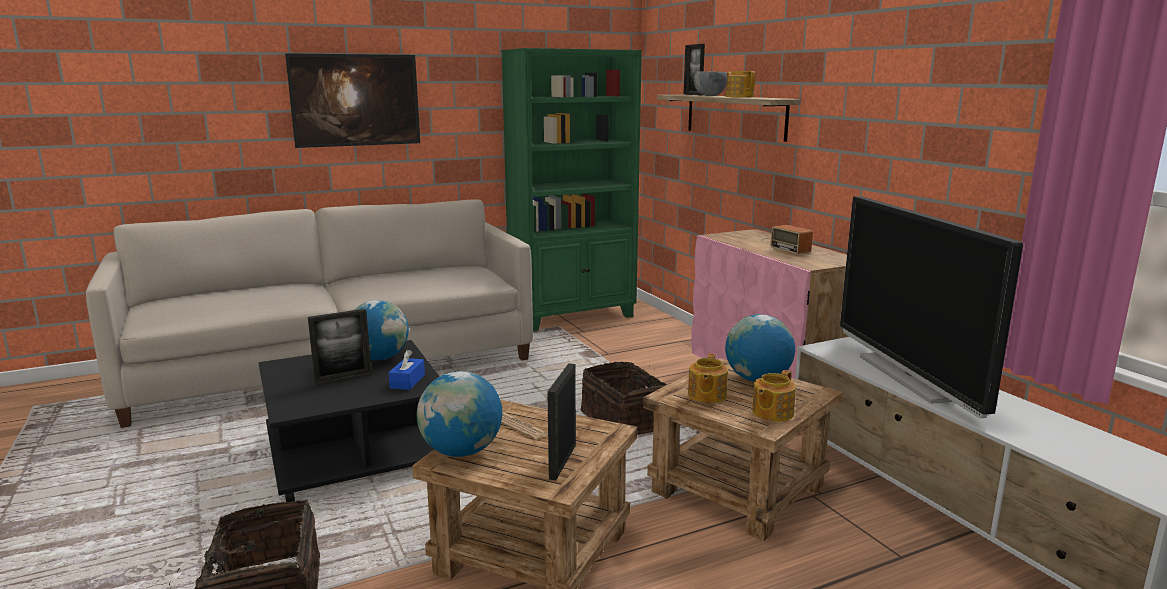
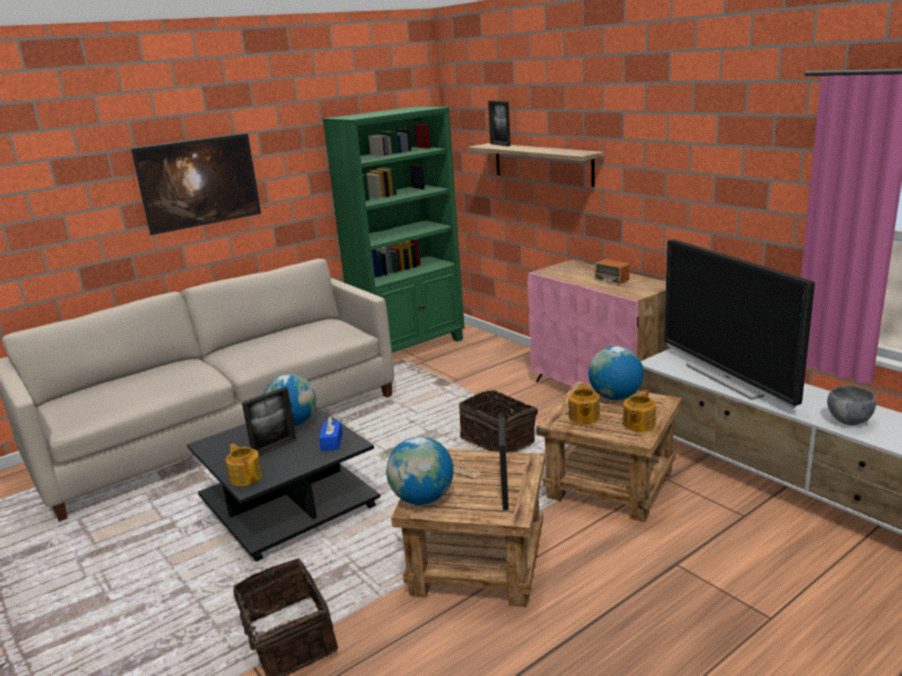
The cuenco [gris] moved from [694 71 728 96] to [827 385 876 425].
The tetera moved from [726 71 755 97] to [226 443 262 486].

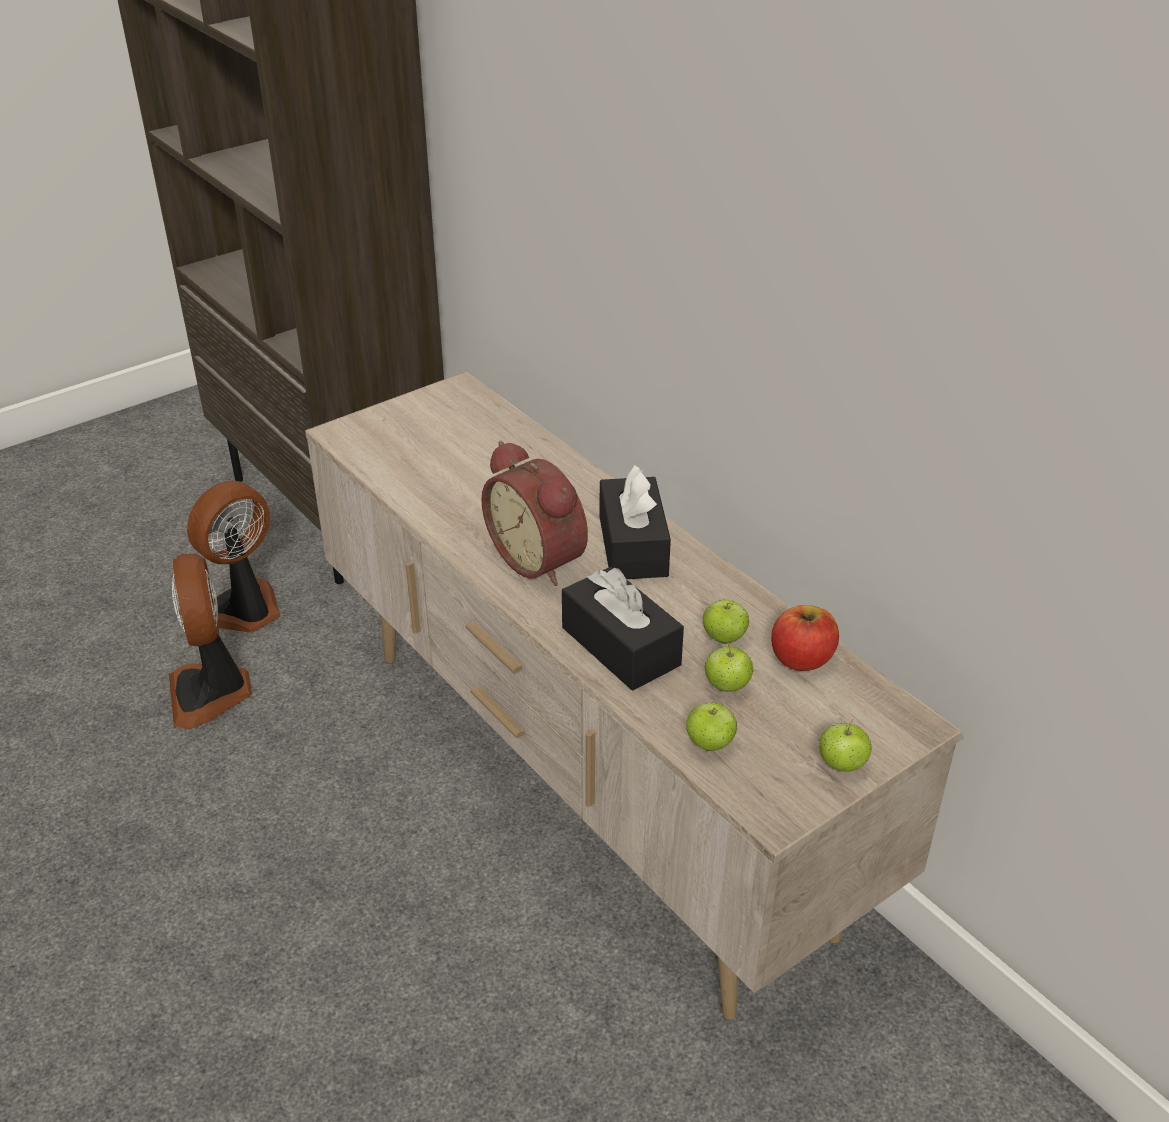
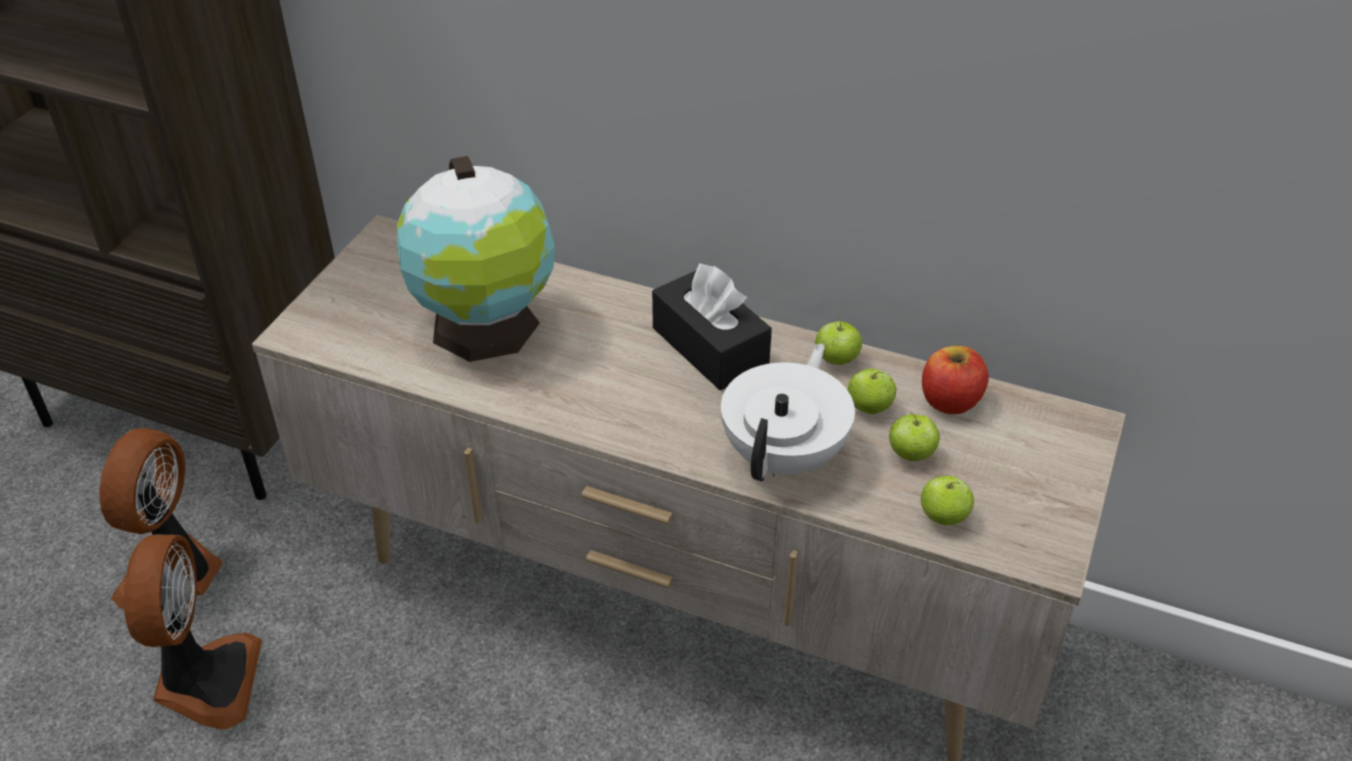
The despertador at [481 441 588 586] disappeared.
The ventilador at [169 554 252 729] turned 135 degrees counterclockwise.
The caja de pañuelos [negro] at [562 567 684 691] was replaced by the tetera [blanco] at [721 343 855 481].
The manzana moved from [819 719 872 772] to [815 316 862 365].
The globo terráqueo at [397 156 555 362] appeared.

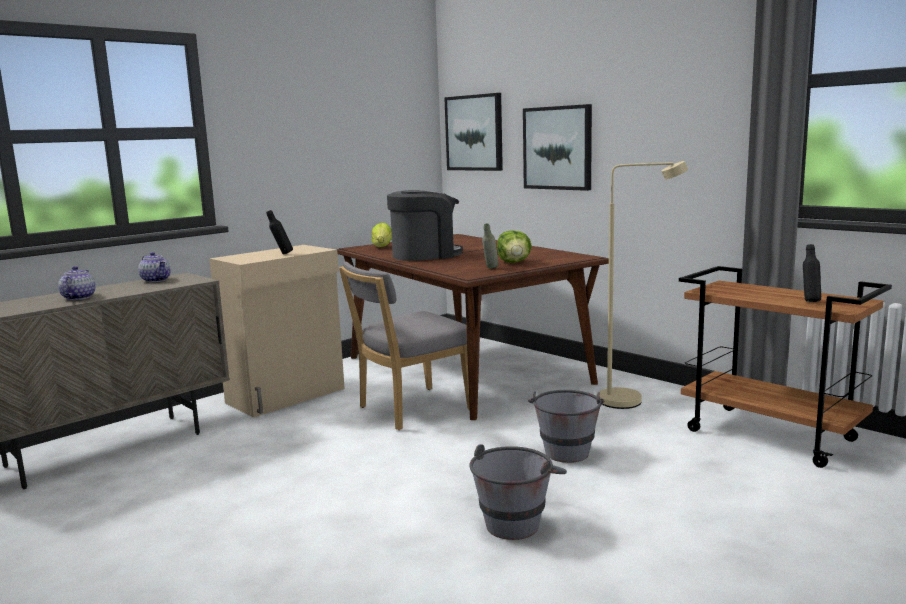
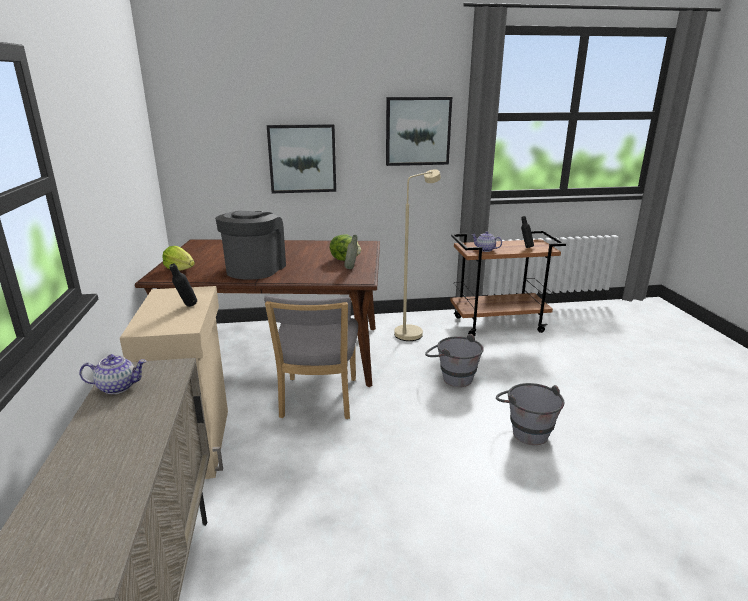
The cuadro moved from [444 93 503 171] to [386 97 452 166].
The tetera moved from [58 266 95 300] to [471 231 502 252].

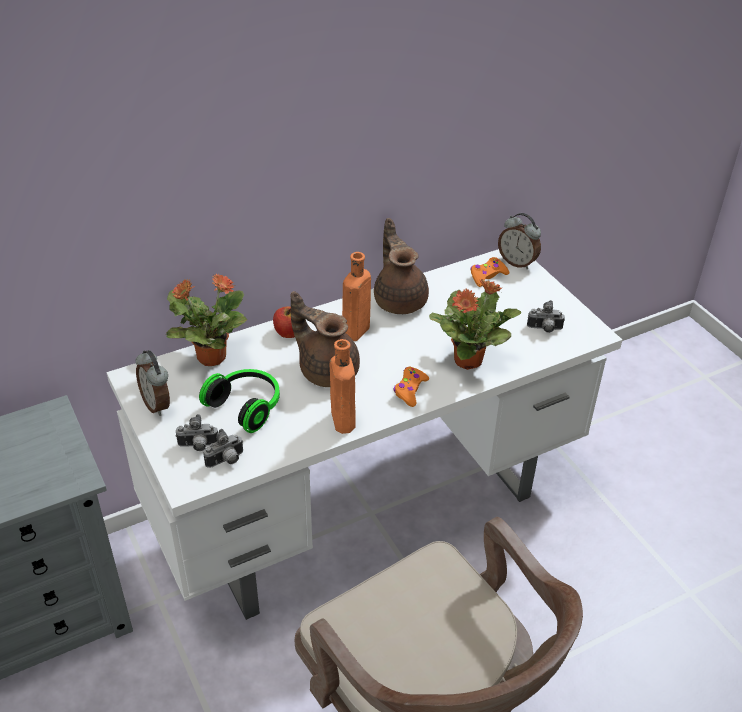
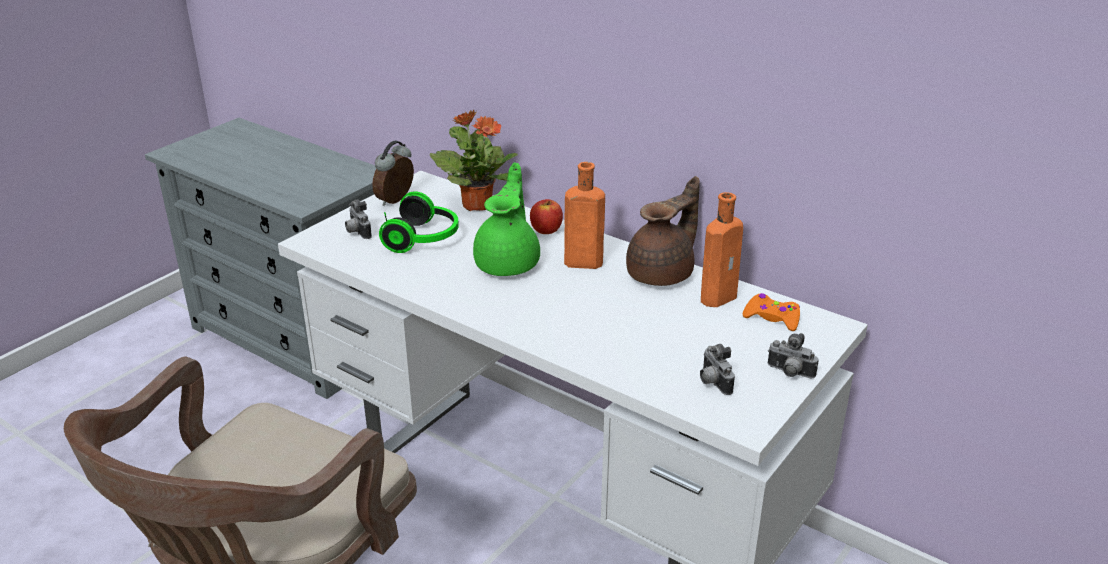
The despertador at [498 213 541 269] disappeared.
The planta en maceta at [429 279 521 370] disappeared.
The tetera [marrón] at [290 291 360 387] became the tetera [verde] at [473 162 540 276].
The botella [naranja] moved from [330 339 356 434] to [701 192 743 307].
The mando de consola [naranja] at [394 367 429 407] disappeared.
The cámara moved from [203 429 244 468] to [768 333 819 378].

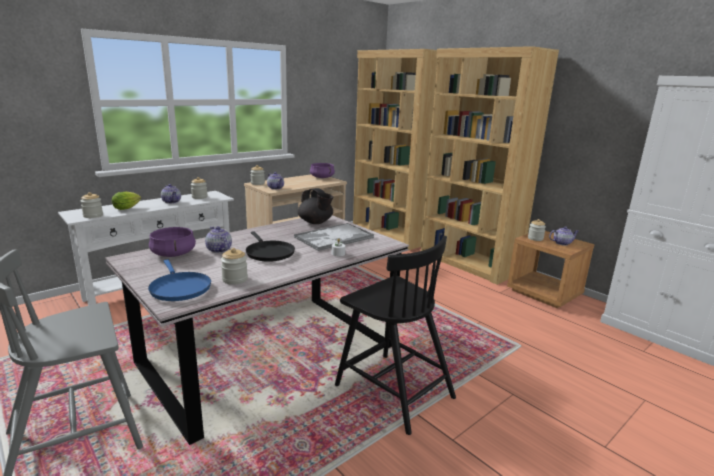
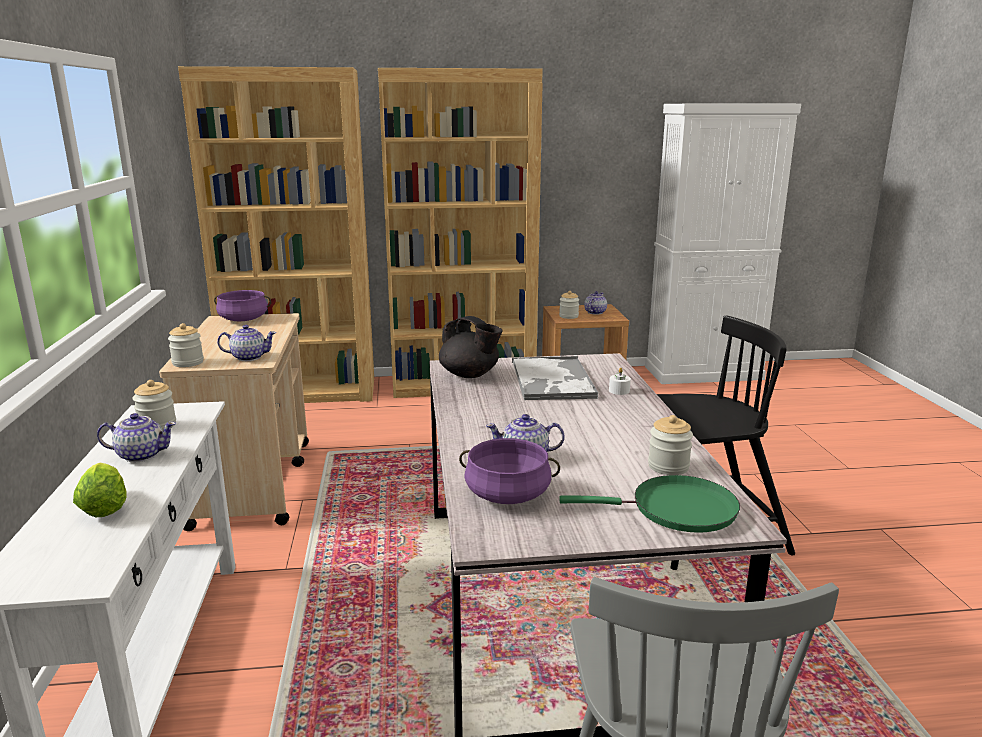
The tetera [negro] at [298 188 333 224] turned 45 degrees clockwise.
The tarro at [80 192 103 218] disappeared.
The sartén [negro] at [246 231 295 262] disappeared.
The sartén [azul] at [148 259 211 301] became the sartén [verde] at [559 475 740 533].

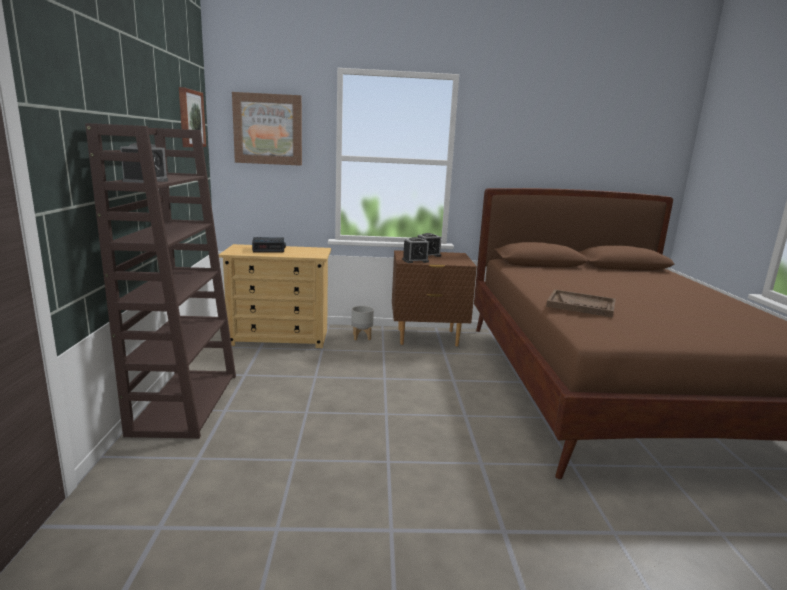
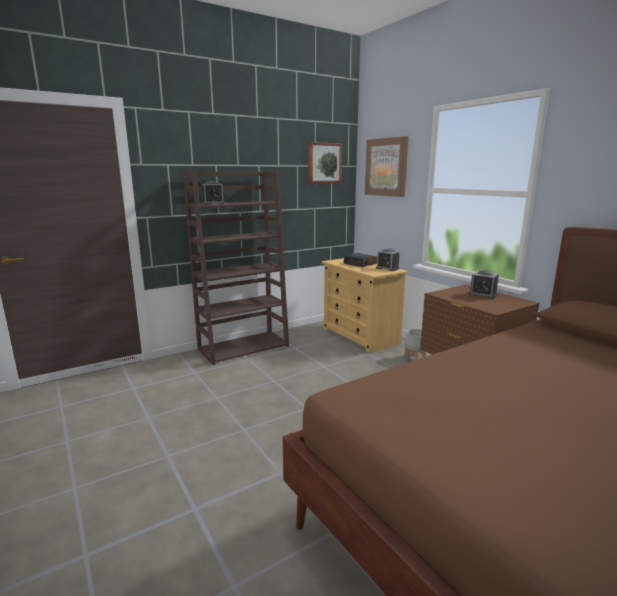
The despertador moved from [402 237 429 263] to [376 249 399 271].
The bandeja [marrón] at [546 289 616 318] disappeared.

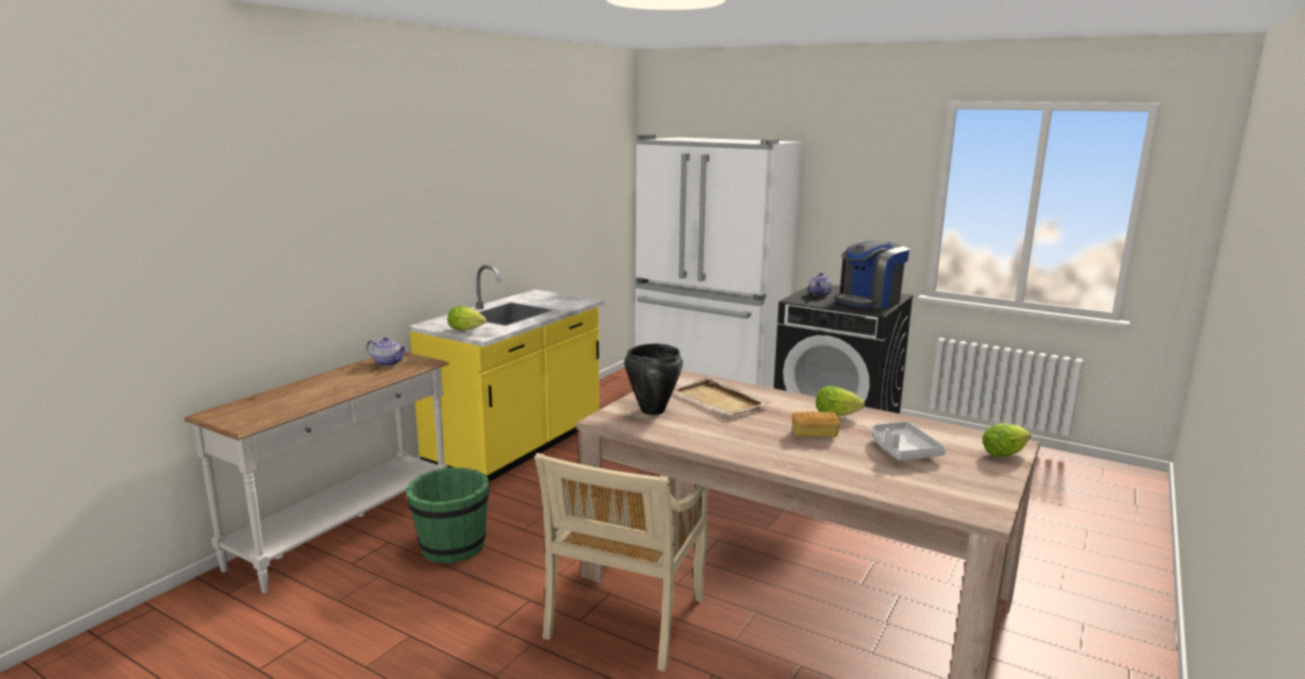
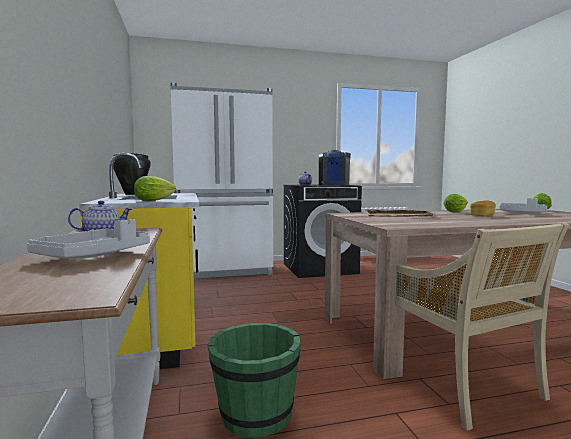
The olla [negro] moved from [624 344 683 415] to [113 153 151 195].
The bandeja [gris] at [27 219 150 259] appeared.

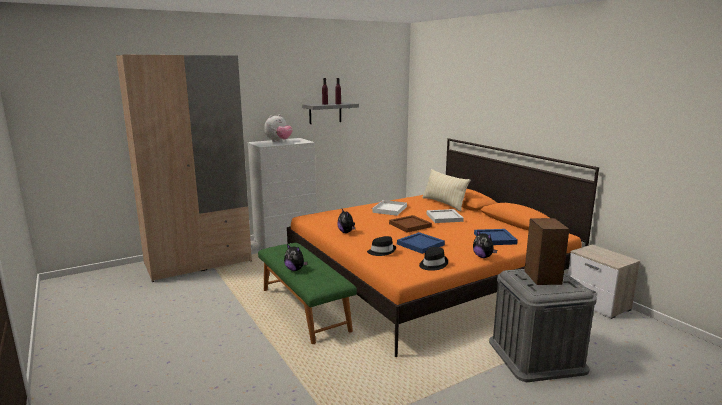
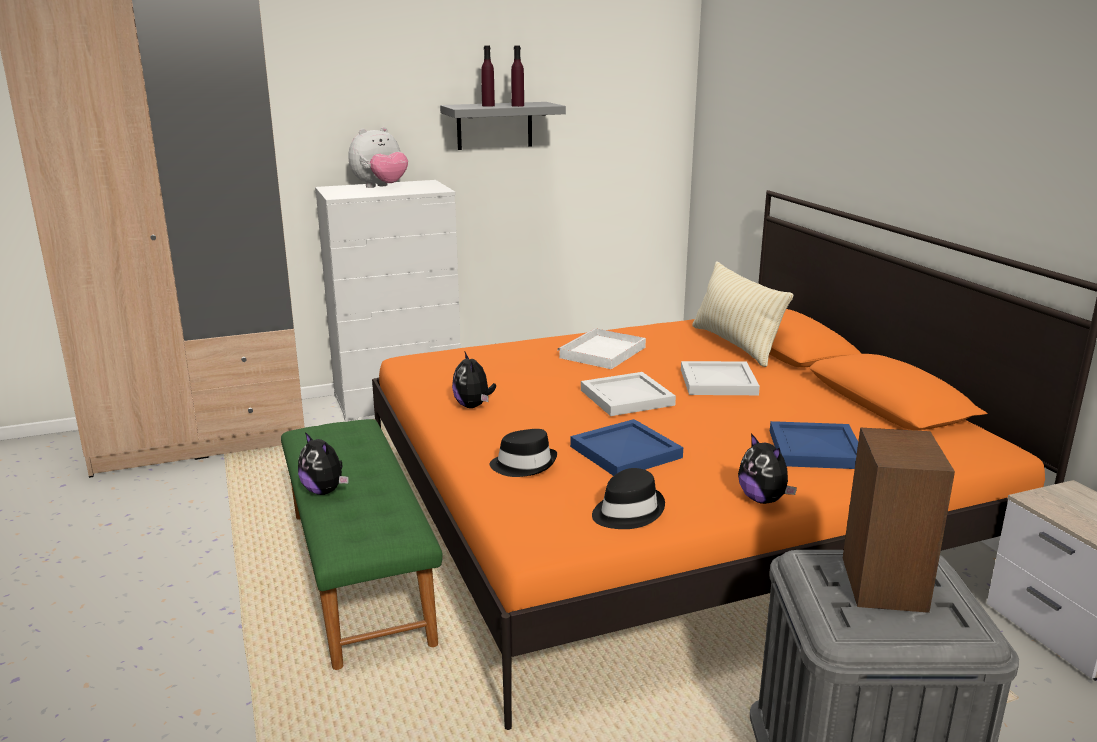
The bandeja [marrón] at [389 215 432 233] became the bandeja [blanco] at [581 372 676 416].

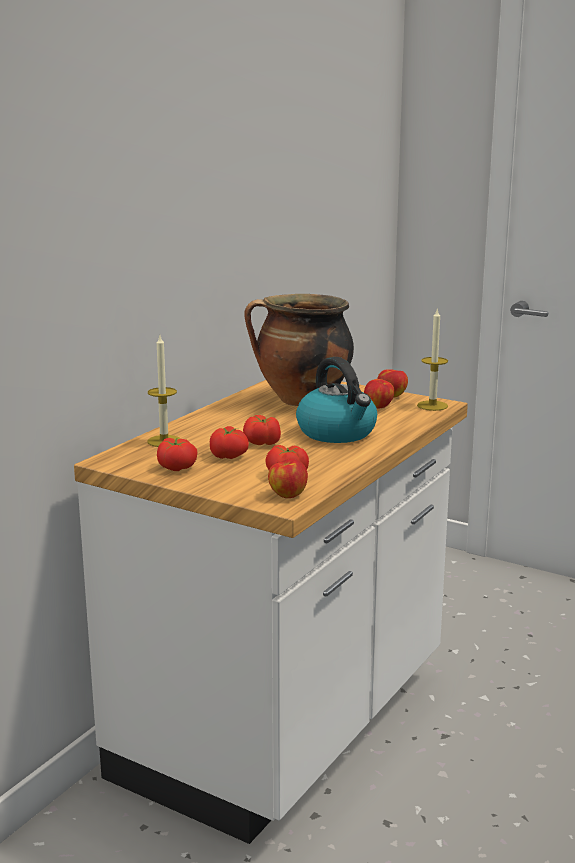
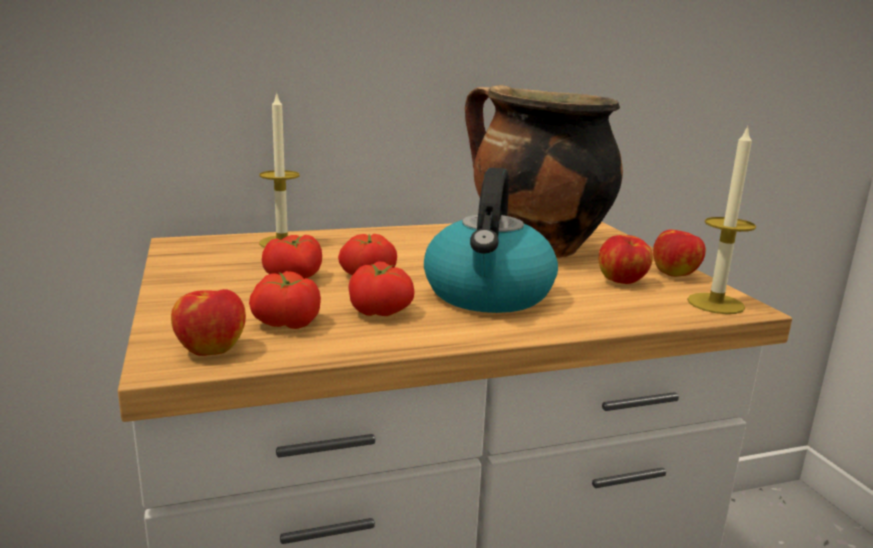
The tomate moved from [157 438 198 471] to [348 262 415 316].

